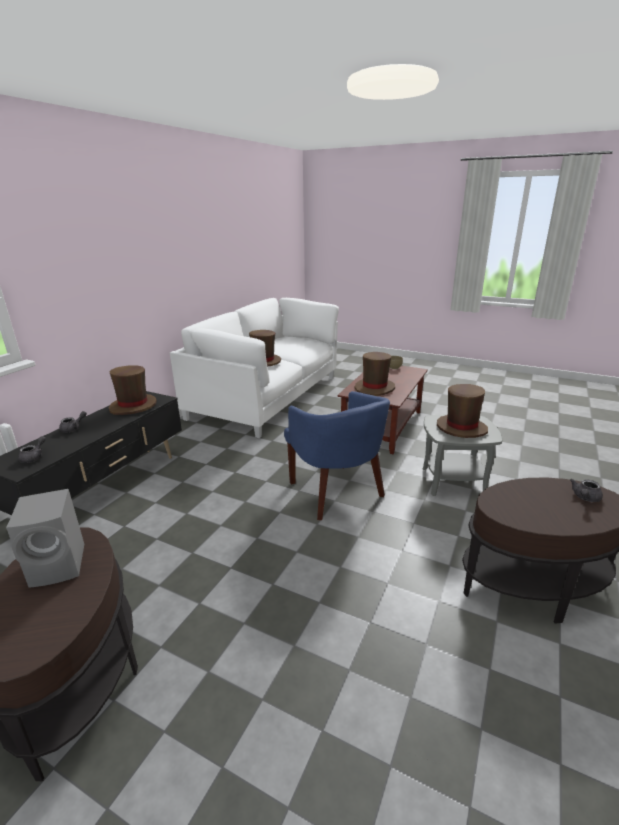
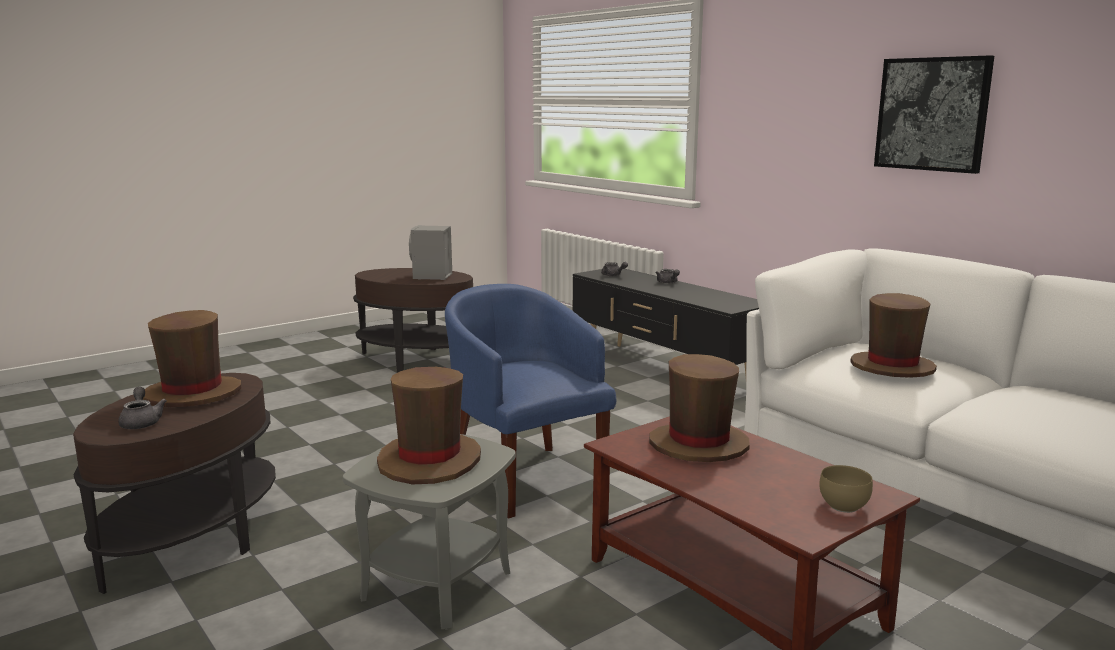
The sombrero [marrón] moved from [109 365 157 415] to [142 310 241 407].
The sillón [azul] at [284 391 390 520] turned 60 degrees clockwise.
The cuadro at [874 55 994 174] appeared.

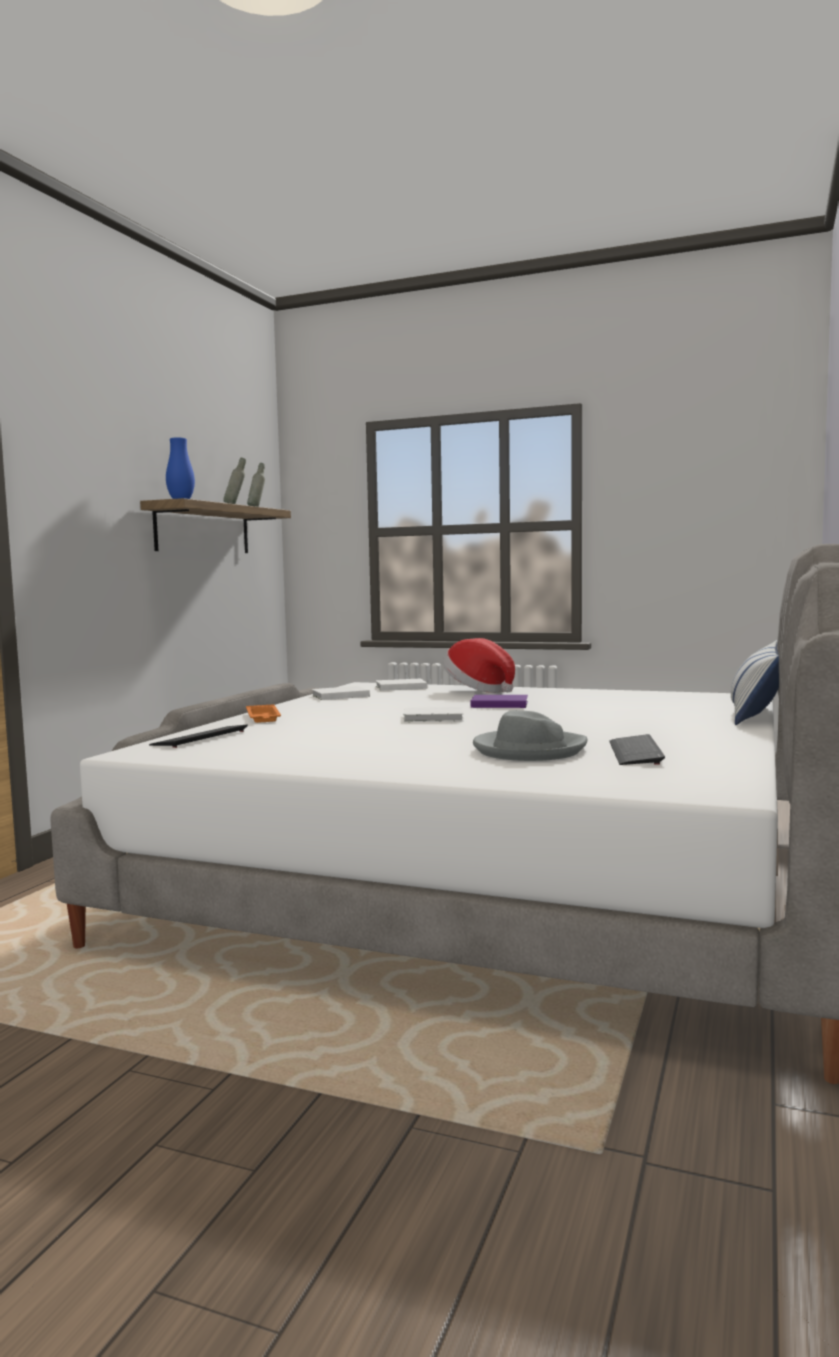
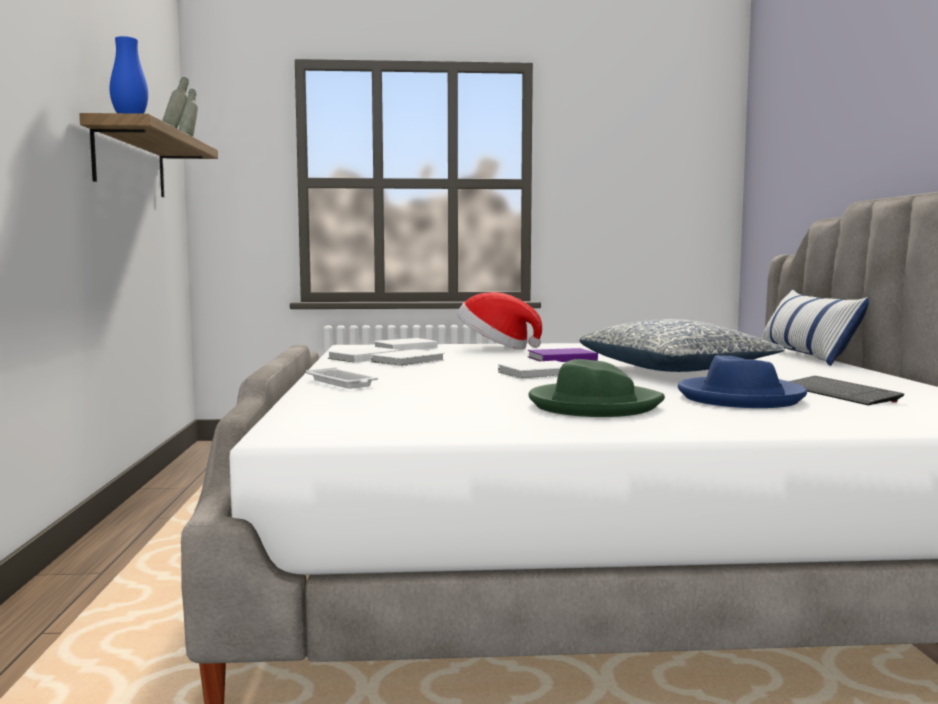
The bandeja [naranja] at [246 704 281 723] became the bandeja [blanco] at [306 367 378 389].
The sombrero [gris] at [473 710 588 761] became the sombrero [azul] at [678 355 807 408].
The teclado at [149 724 248 748] disappeared.
The cojín at [580 319 785 372] appeared.
The libro [blanco] at [371 349 445 366] appeared.
The sombrero [verde] at [529 359 665 417] appeared.

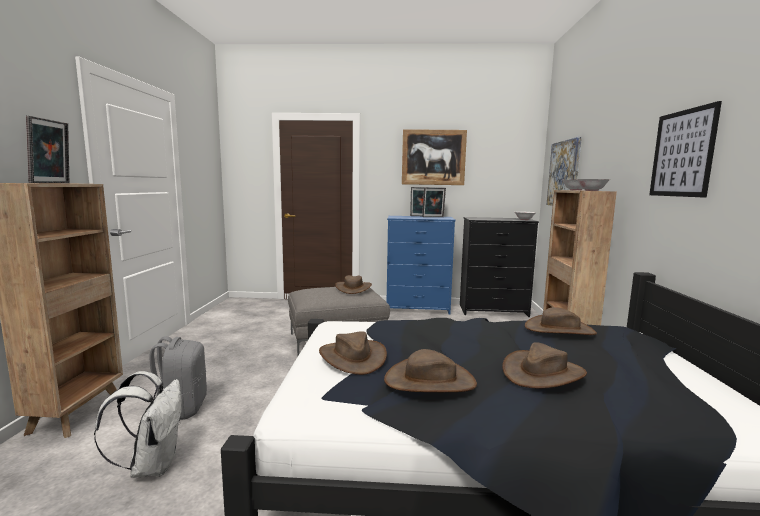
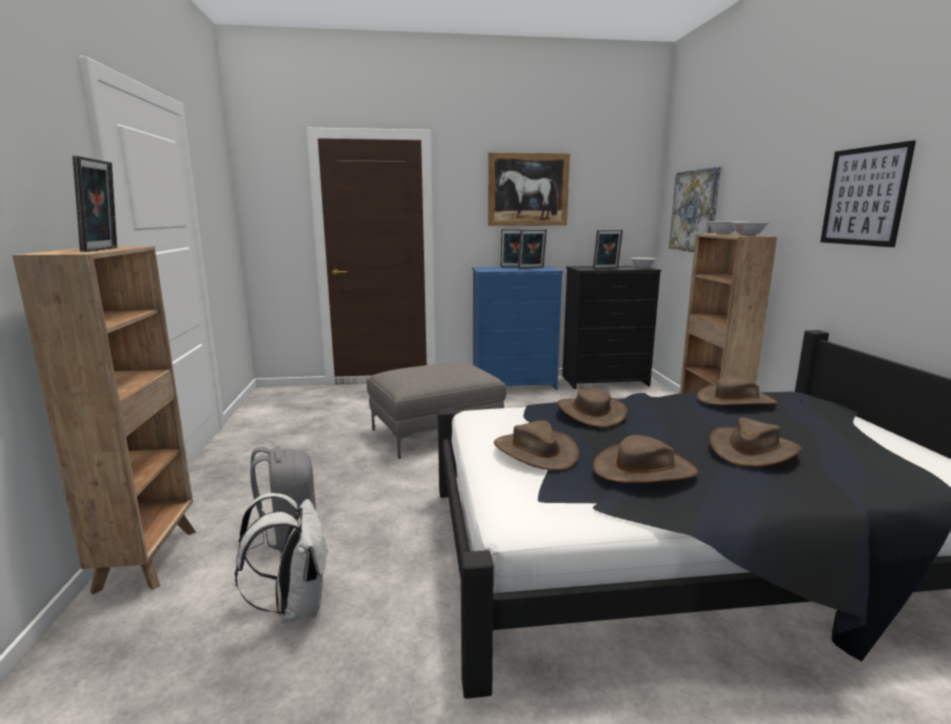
The sombrero [marrón] moved from [335 275 372 294] to [557 388 627 428].
The portarretratos at [593 230 623 269] appeared.

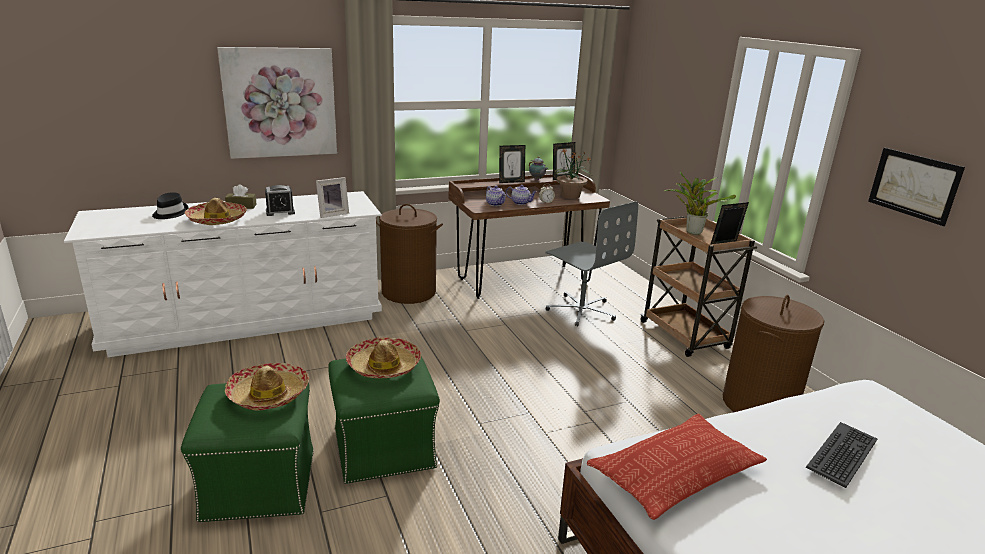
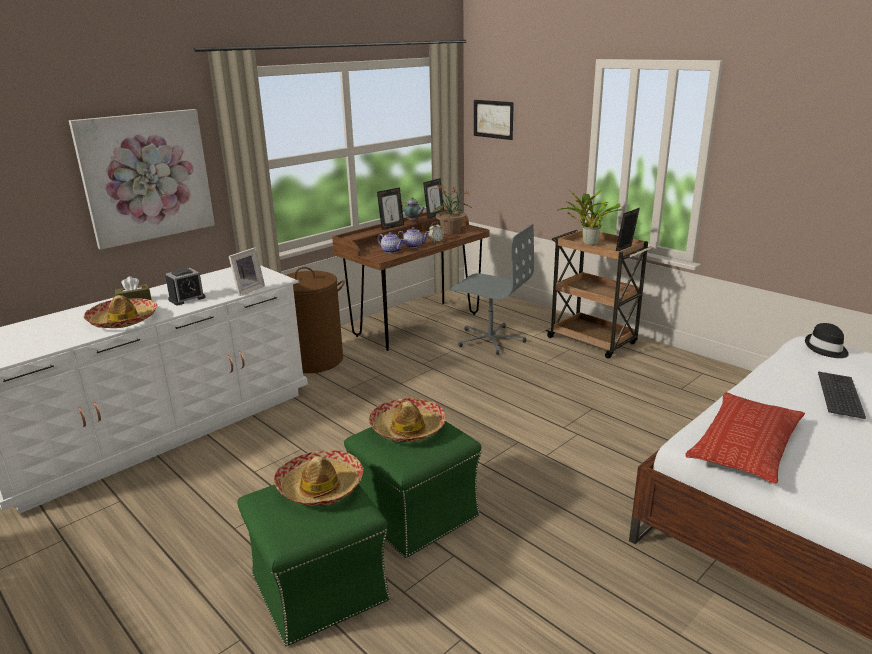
The cuadro moved from [868 148 965 226] to [474 100 514 140].
The sombrero [negro] moved from [152 192 188 219] to [805 323 849 358].
The cesto de la ropa [marrón] at [723 295 824 412] disappeared.

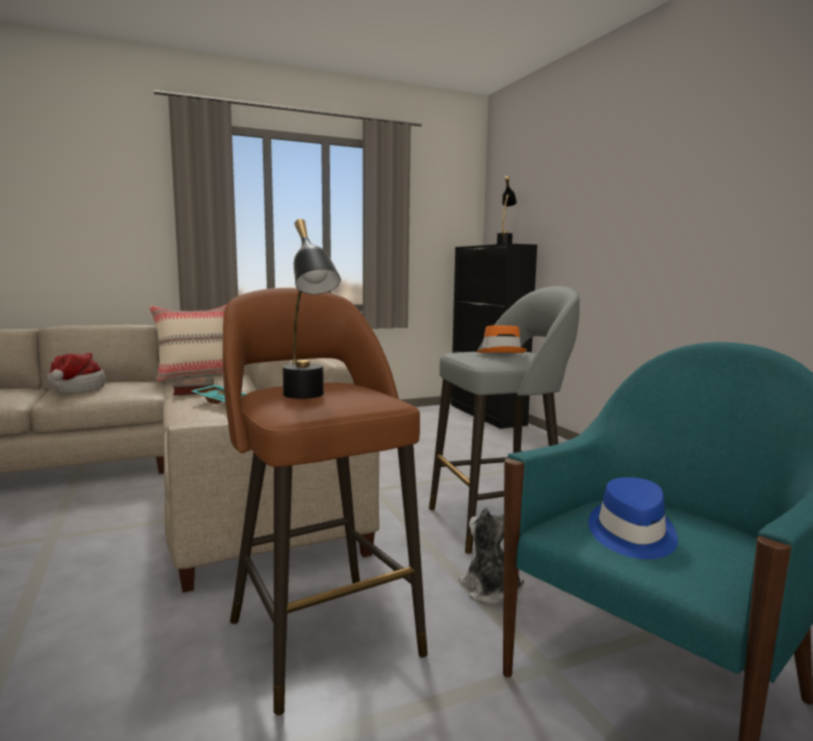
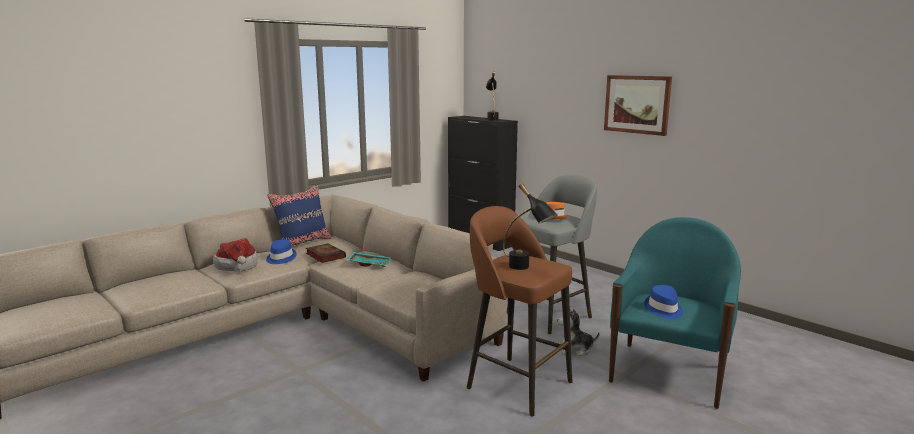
The cojín [beis] at [149 305 226 382] became the cojín [azul] at [267 185 332 247].
The peluche at [459 507 524 605] turned 45 degrees counterclockwise.
The cuadro at [604 75 672 136] appeared.
The sombrero [azul] at [266 239 297 264] appeared.

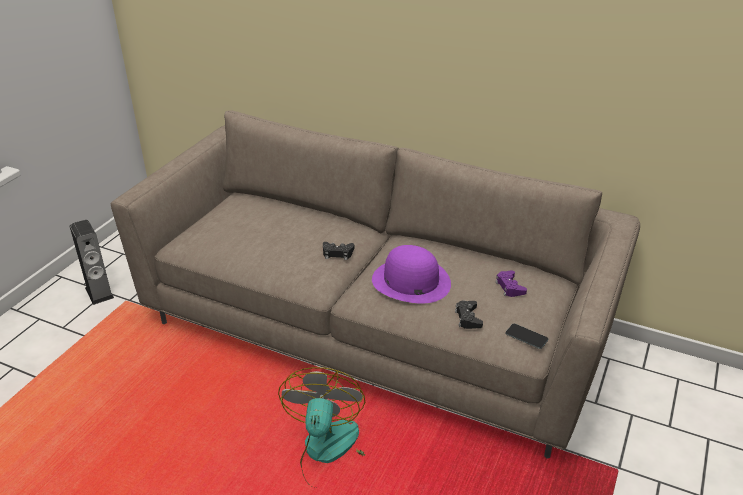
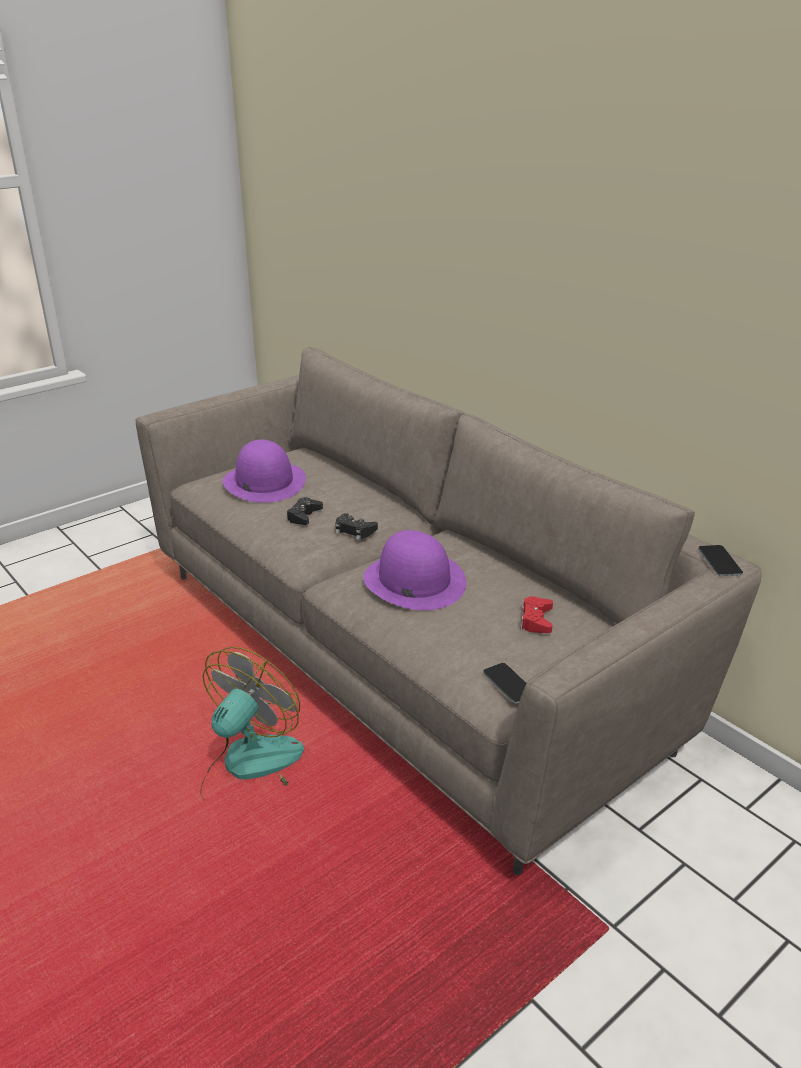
The altavoz at [70 220 114 305] disappeared.
The mando de consola [morado] at [495 270 527 297] became the mando de consola [rojo] at [520 596 553 633].
The mando de consola [negro] moved from [455 300 483 329] to [287 497 323 525].
The sombrero [morado] at [223 440 306 503] appeared.
The móvil at [698 545 743 576] appeared.

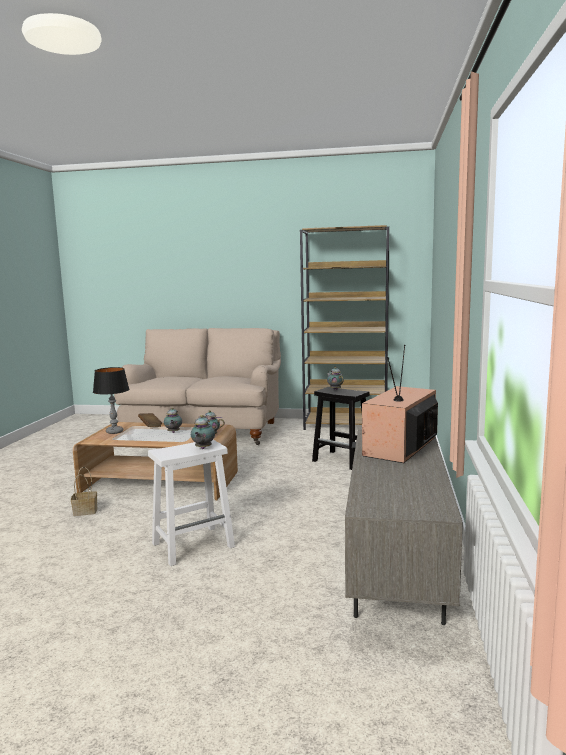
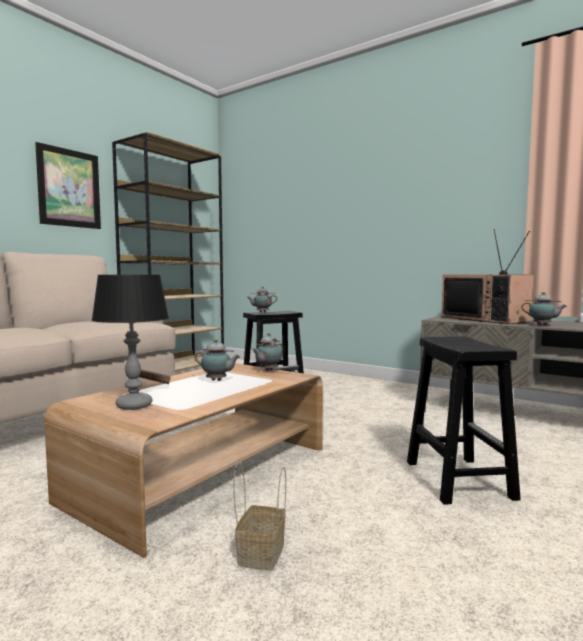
The tetera moved from [191 415 215 449] to [521 292 567 326].
The taburete [blanco] at [148 440 235 566] became the taburete [negro] at [407 337 521 505].
The cuadro at [35 142 101 229] appeared.

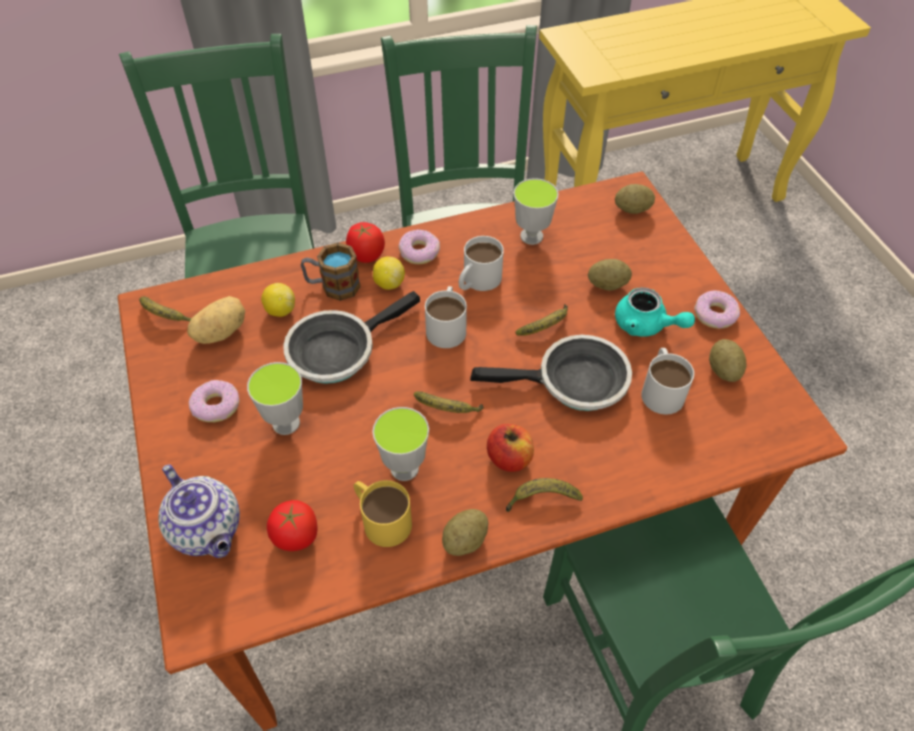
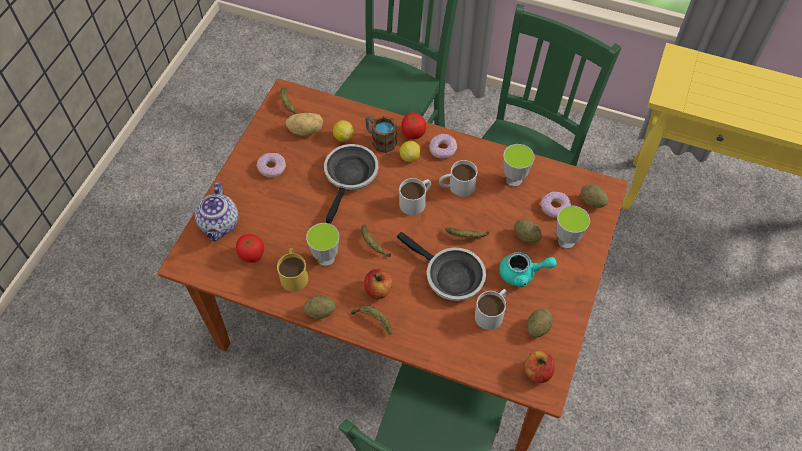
The tetera [turquesa] at [615 287 695 337] turned 75 degrees counterclockwise.
The rosquilla moved from [694 290 740 329] to [541 192 571 218].
The sartén at [283 291 420 384] turned 105 degrees clockwise.
The taza moved from [247 362 303 435] to [556 205 590 249].
The manzana at [525 350 554 383] appeared.

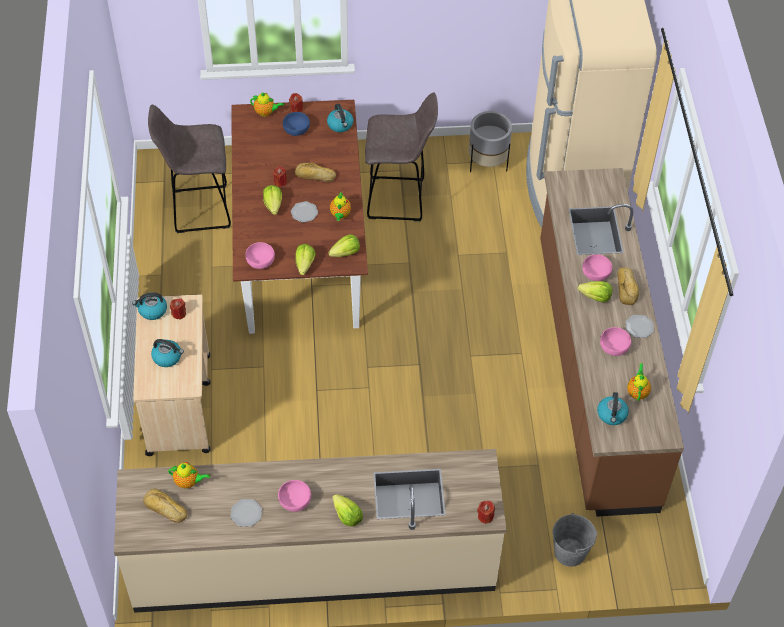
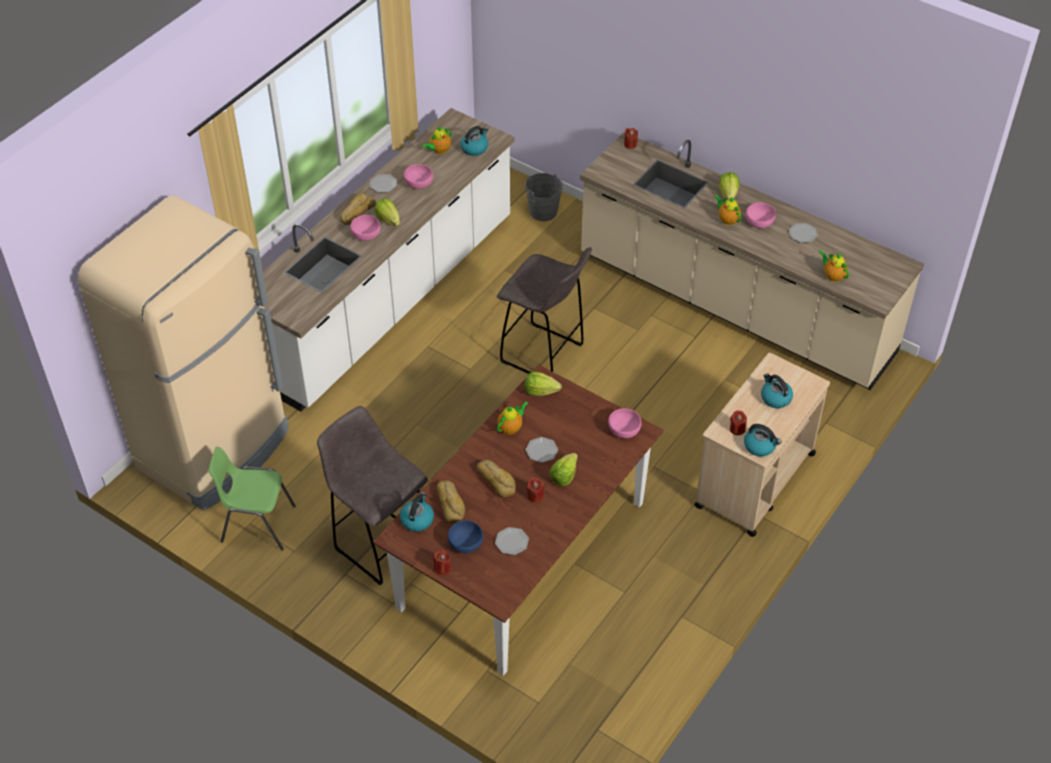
The tetera moved from [250 92 284 117] to [714 194 741 225].
The taburete [gris] moved from [148 105 231 233] to [497 247 592 374].
The maceta [gris] at [468 111 512 172] was replaced by the silla [verde] at [208 447 296 551].
The mueble bajo de cocina [marrón] at [540 168 684 517] became the mueble bajo de cocina [blanco] at [263 108 515 412].
The lechuga at [295 244 316 275] disappeared.
The pan moved from [143 489 187 523] to [437 481 465 523].
The plato at [495 527 529 555] appeared.

